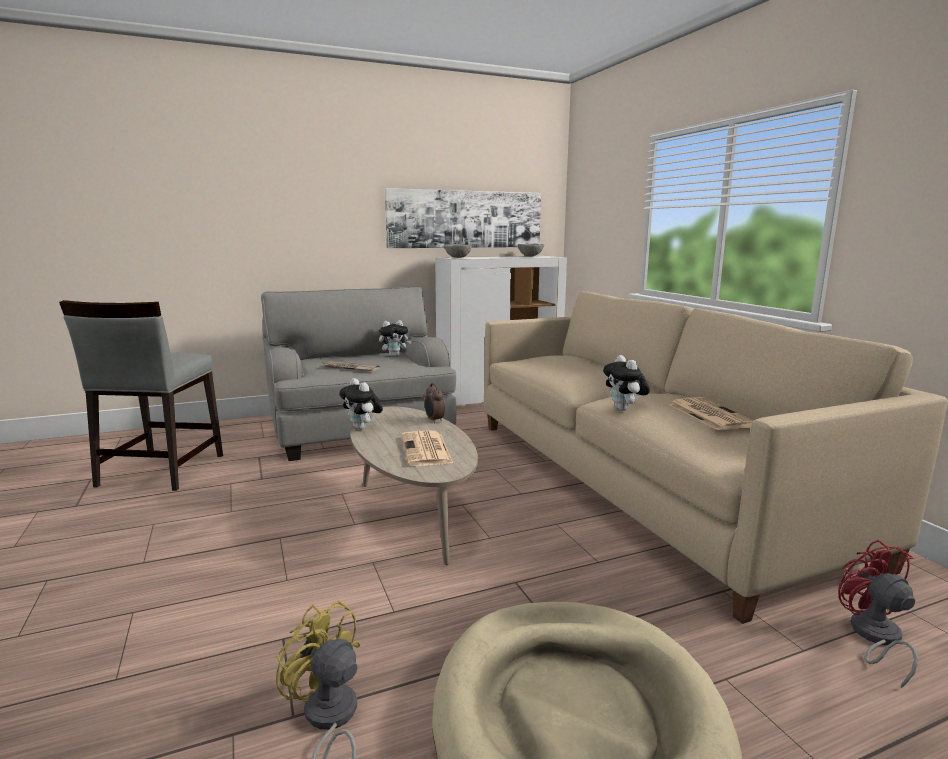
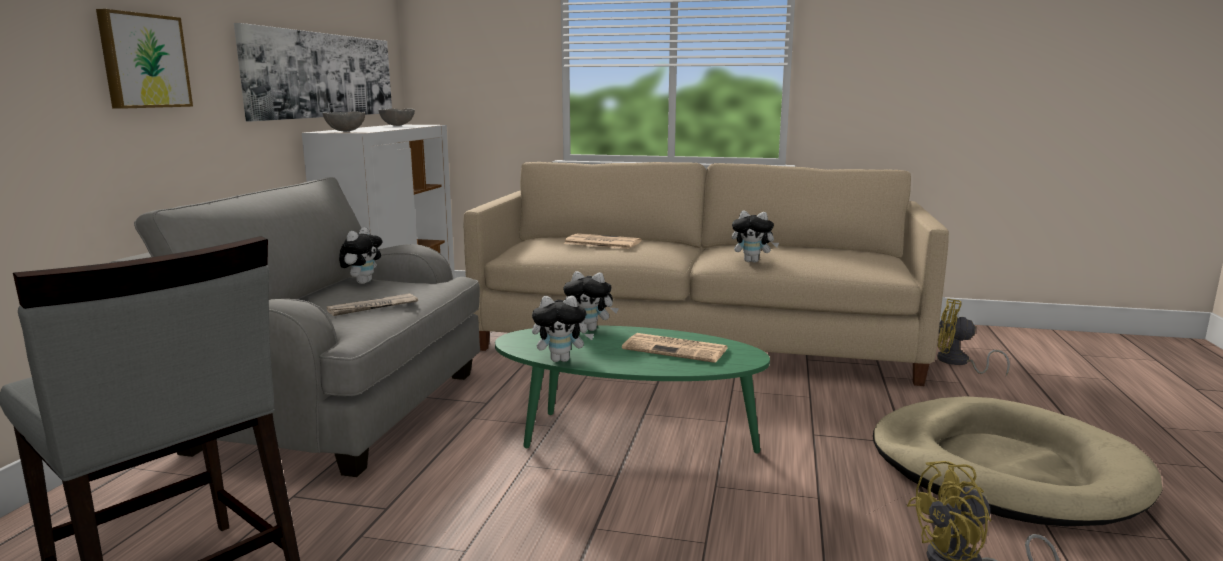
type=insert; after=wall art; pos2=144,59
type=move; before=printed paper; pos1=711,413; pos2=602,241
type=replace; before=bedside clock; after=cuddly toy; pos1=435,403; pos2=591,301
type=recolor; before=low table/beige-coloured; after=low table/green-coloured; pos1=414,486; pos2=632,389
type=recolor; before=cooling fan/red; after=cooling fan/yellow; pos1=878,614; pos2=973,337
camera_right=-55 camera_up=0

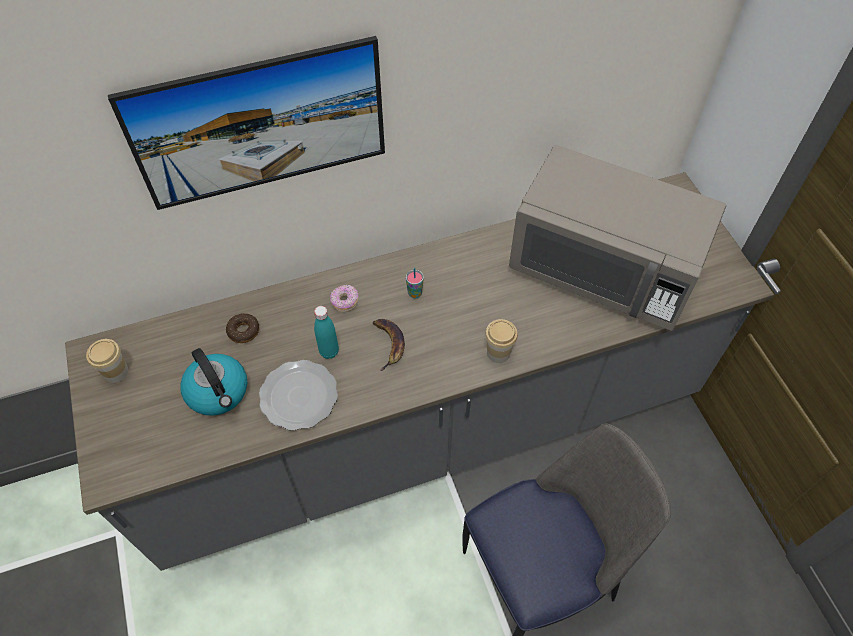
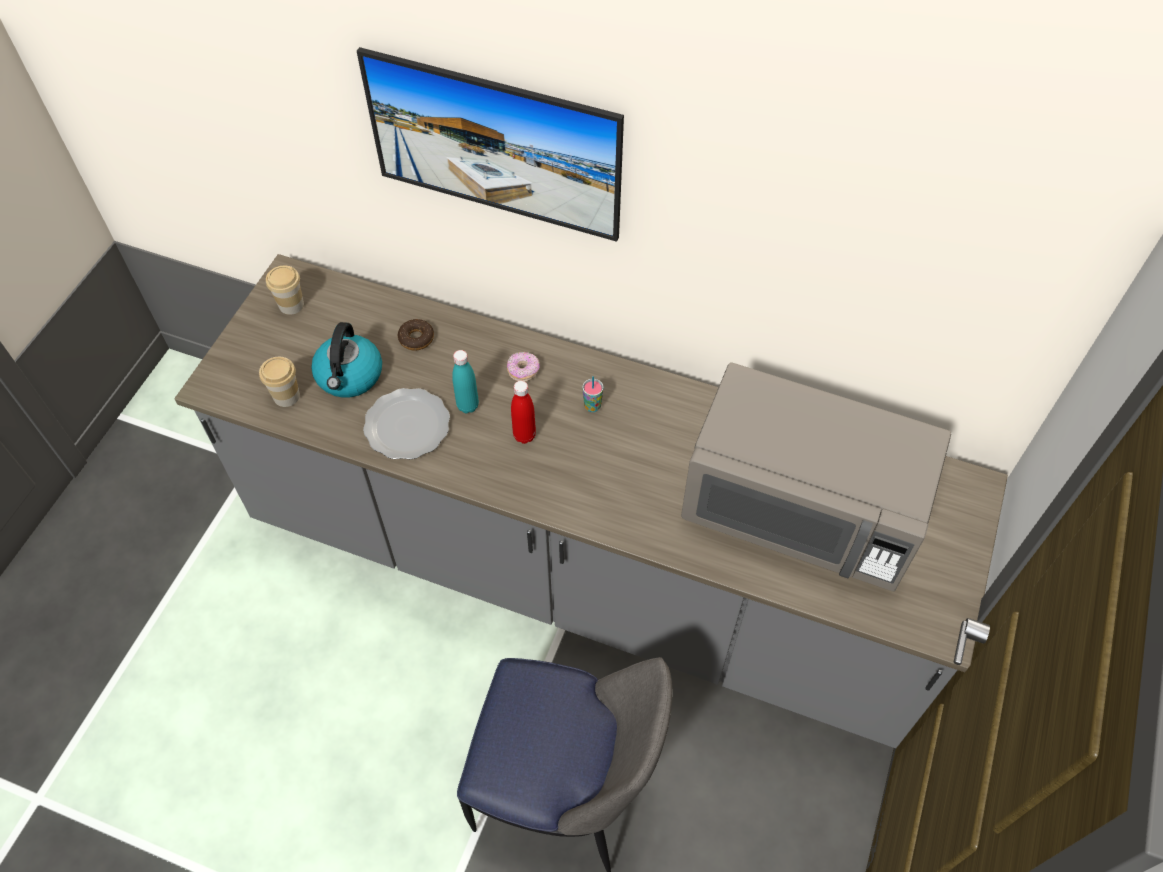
type=move; before=small cup; pos1=501,341; pos2=279,382
type=replace; before=banana fruit; after=drink bottle/red; pos1=389,345; pos2=523,412
type=rotate; before=microwave/gray; pos1=617,238; pos2=816,477; turn=-45
camera_right=40 camera_up=0

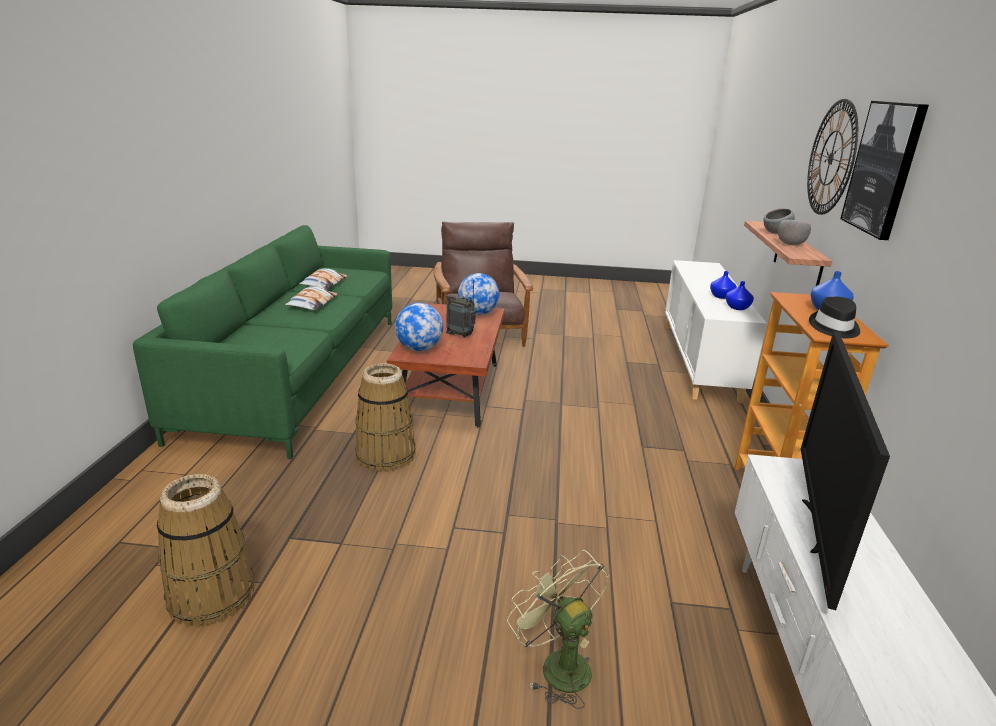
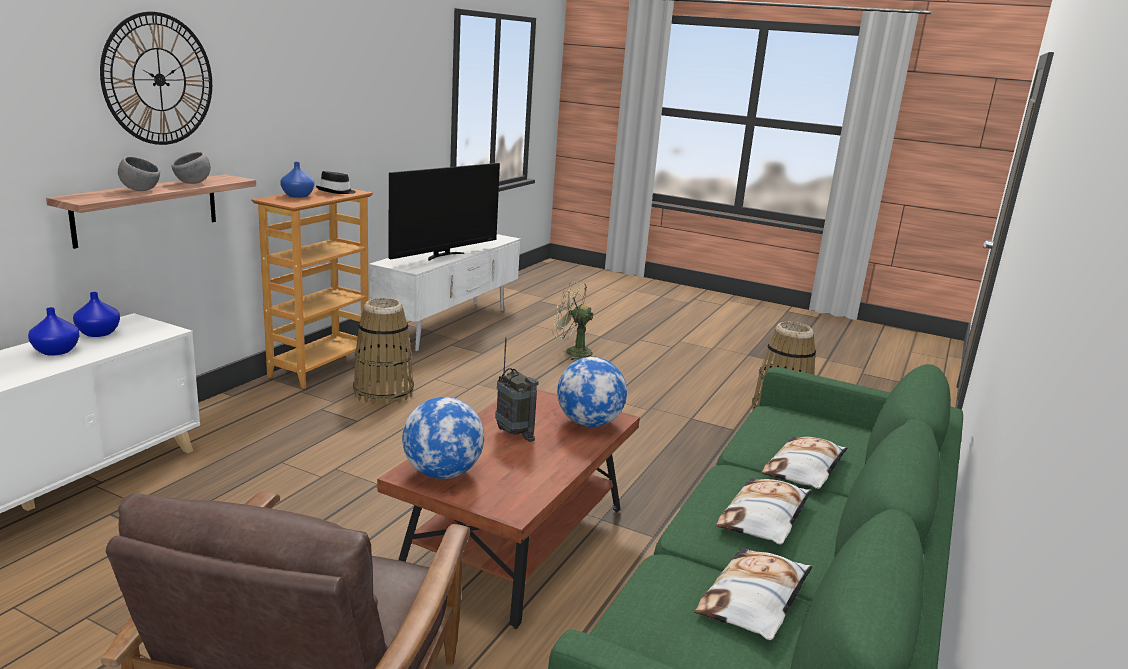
type=delete; before=wall art; pos1=884,170
type=insert; after=throw pillow; pos2=804,463
type=move; before=basket; pos1=385,417; pos2=383,351
type=rotate; before=cooling fan/green-coloured; pos1=558,629; pos2=573,320; turn=120
camera_right=-160 camera_up=-5

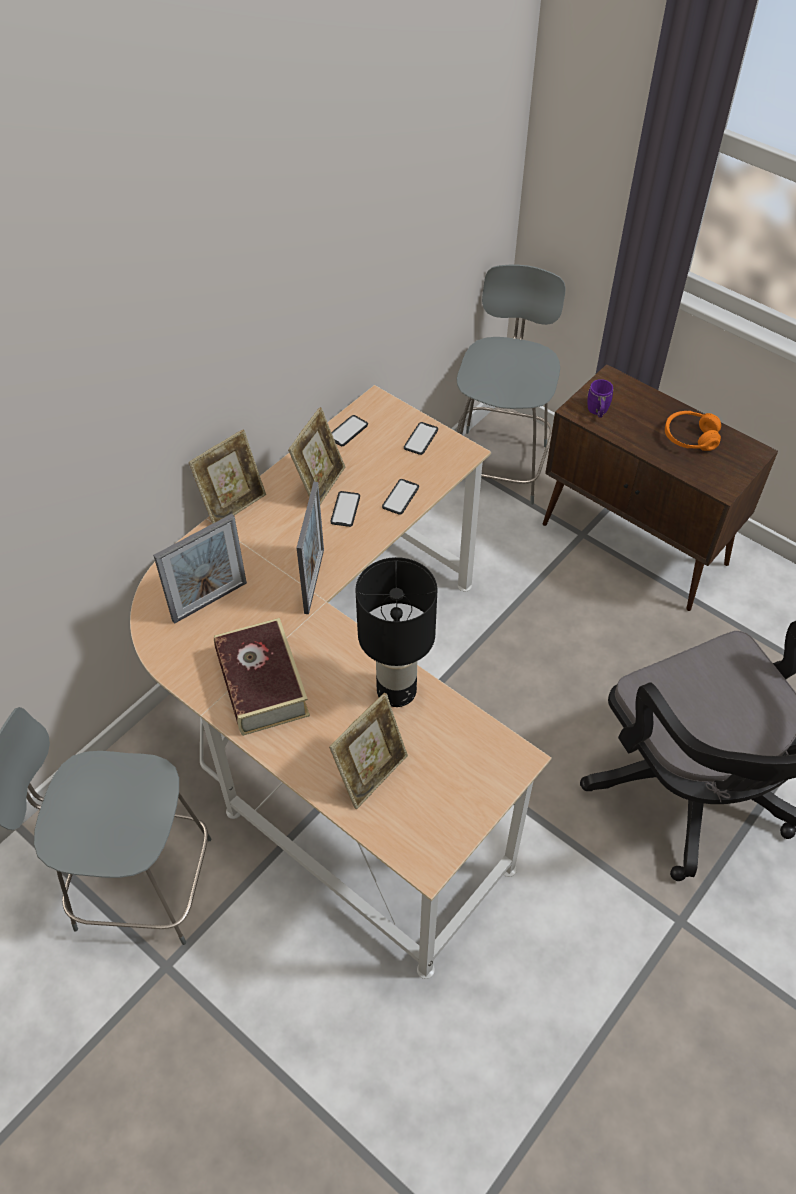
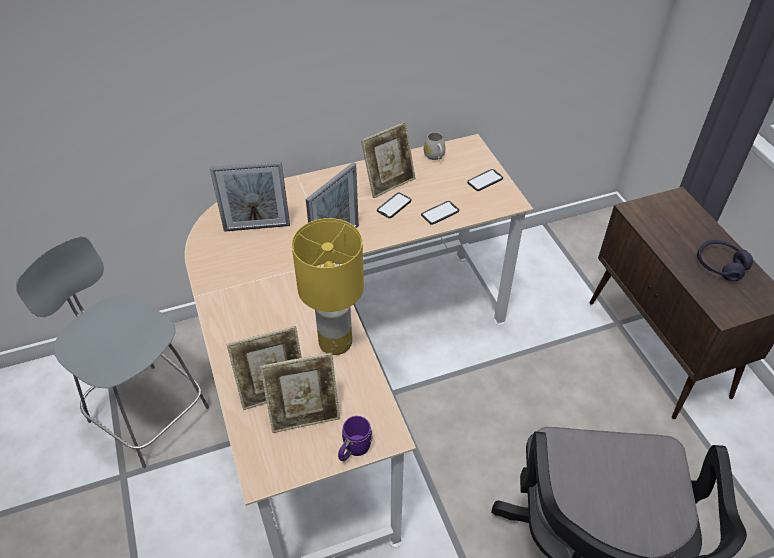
type=delete; before=volume; pos1=262,677
type=delete; before=plain chair/gray; pos1=511,385
type=move; before=picture frame; pos1=227,476; pos2=300,393
type=move; before=tea mug/purple-coloured; pos1=600,398; pos2=355,439
type=replace; before=telephone; after=tea mug/white; pos1=349,430; pos2=434,146
type=recolor; before=table lamp/blackish; after=table lamp/yellow; pos1=396,632; pos2=328,286
type=recolor; before=headphones/orangey; after=headphones/purple-coloured; pos1=693,431; pos2=725,260
camera_right=30 camera_up=-5

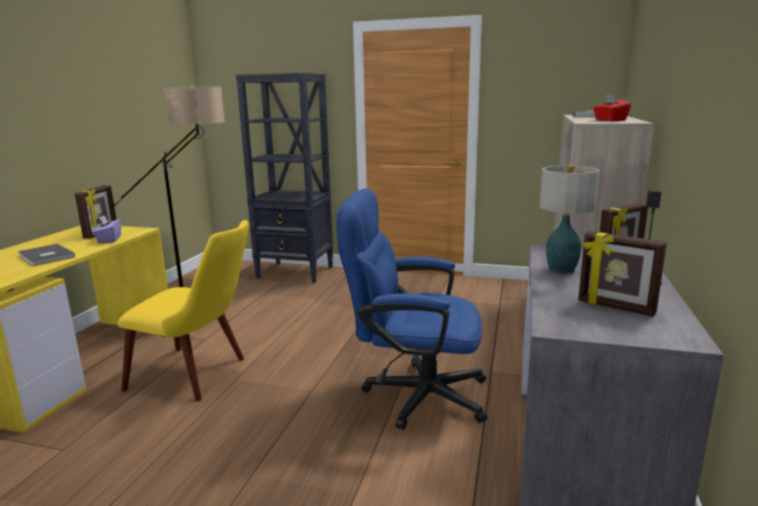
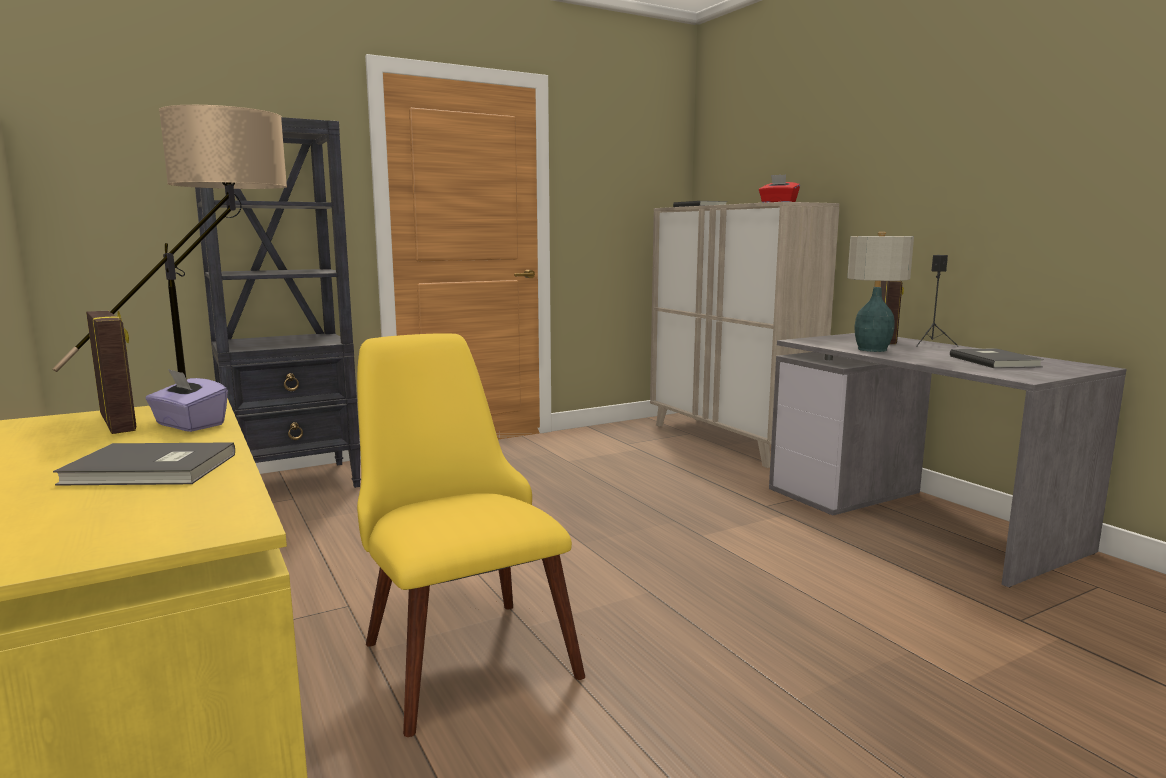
type=delete; before=office chair/blue; pos1=411,309
type=replace; before=picture frame; after=volume/gray; pos1=622,273; pos2=997,358
type=rotate; before=plain chair/yellow; pos1=183,310; pos2=471,535; turn=-90
camera_right=-45 camera_up=-5

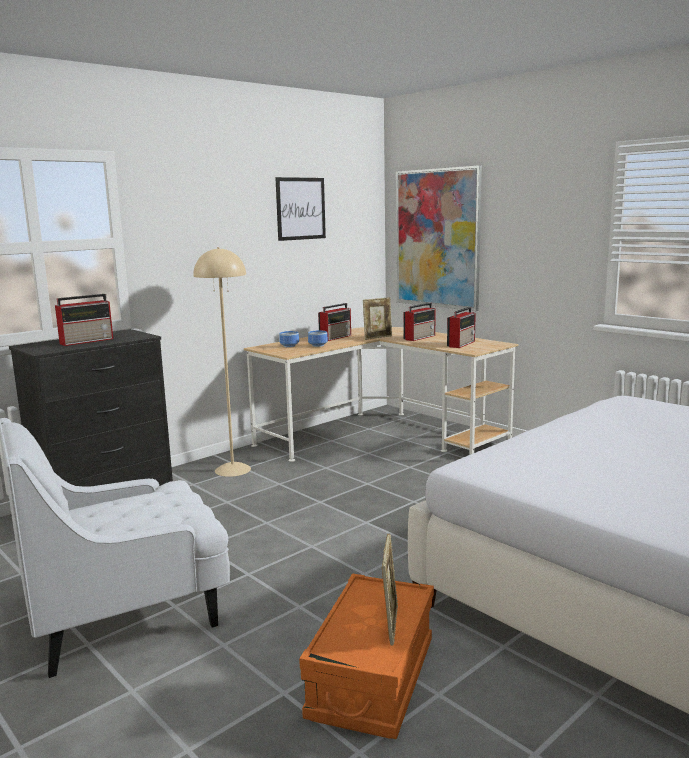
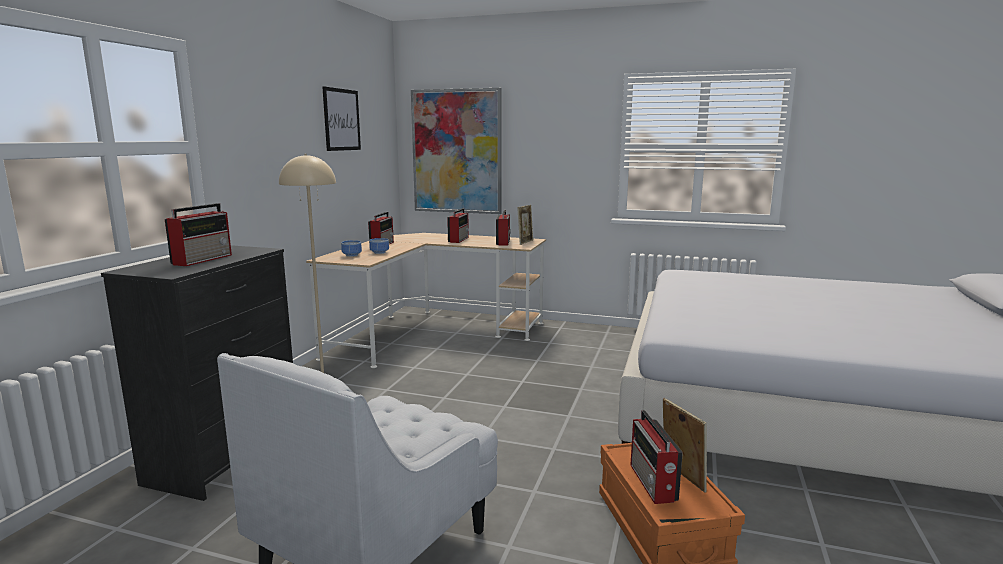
type=insert; after=radio receiver; pos2=656,457
type=move; before=picture frame; pos1=377,318; pos2=525,225
camera_right=-30 camera_up=0

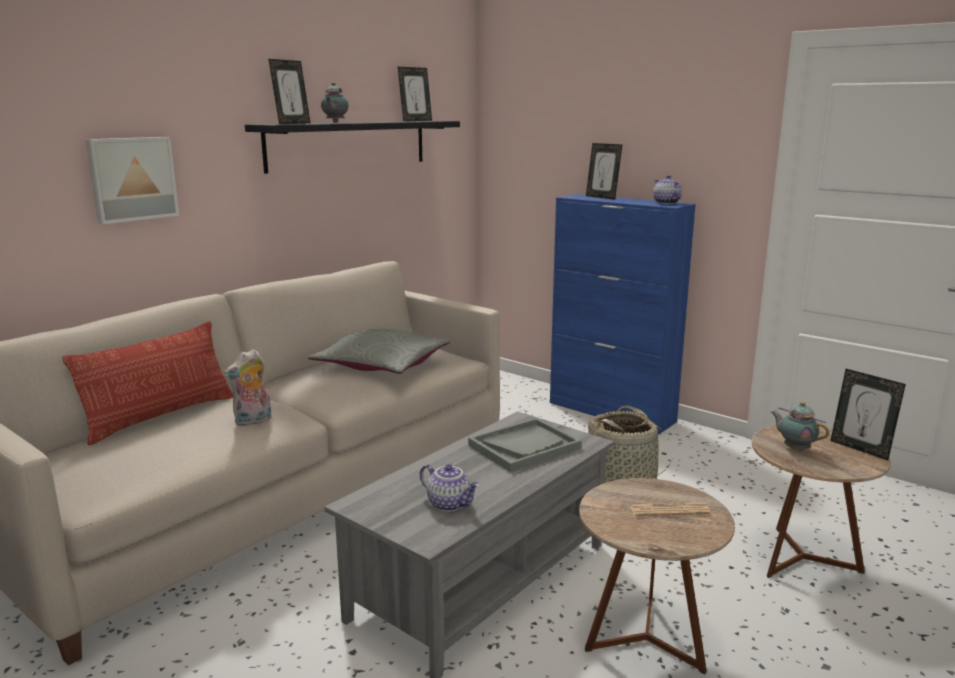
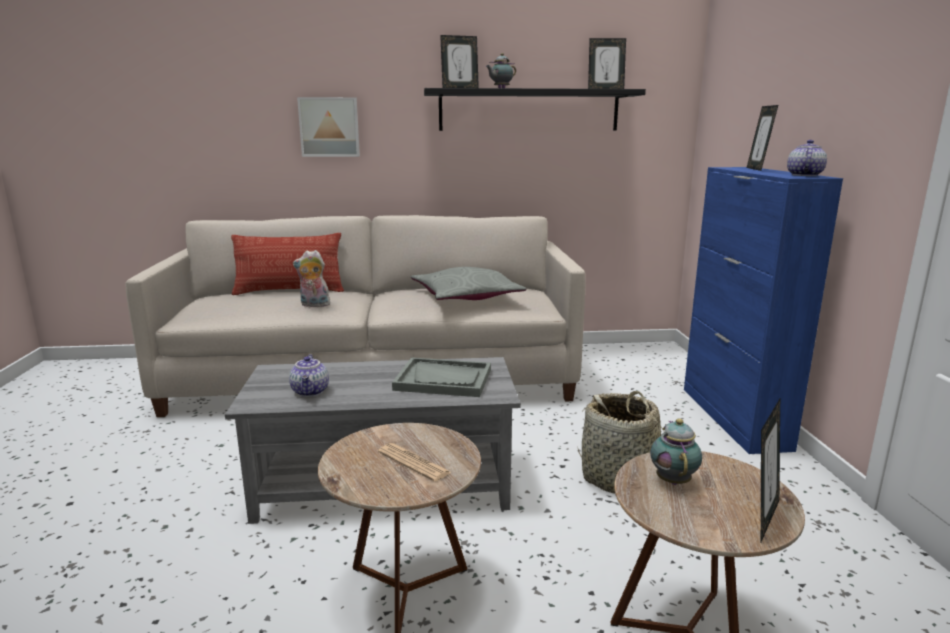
type=rotate; before=picture frame; pos1=868,414; pos2=770,470; turn=-150
camera_right=45 camera_up=0

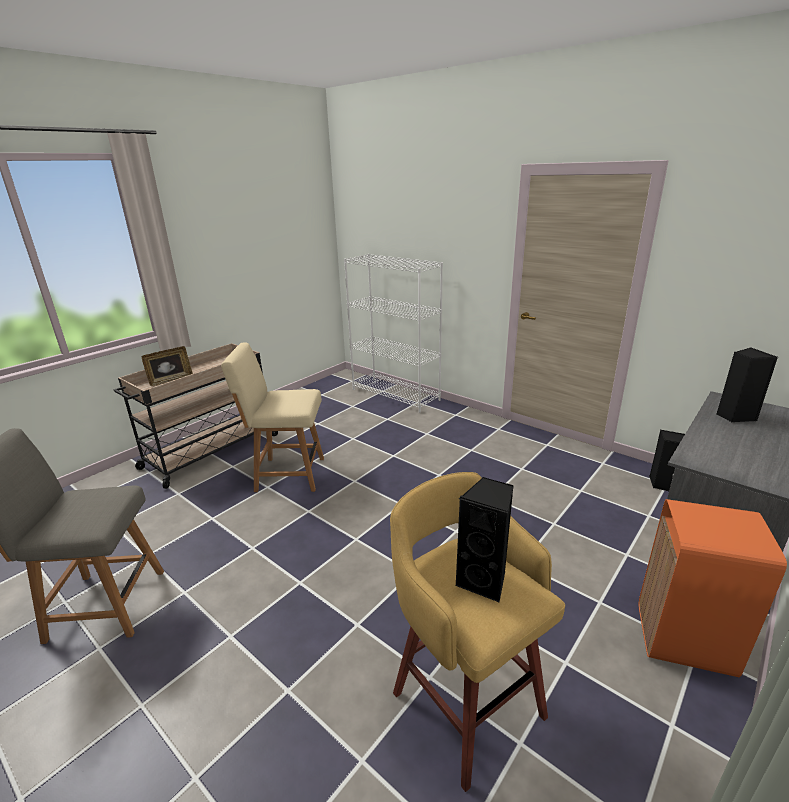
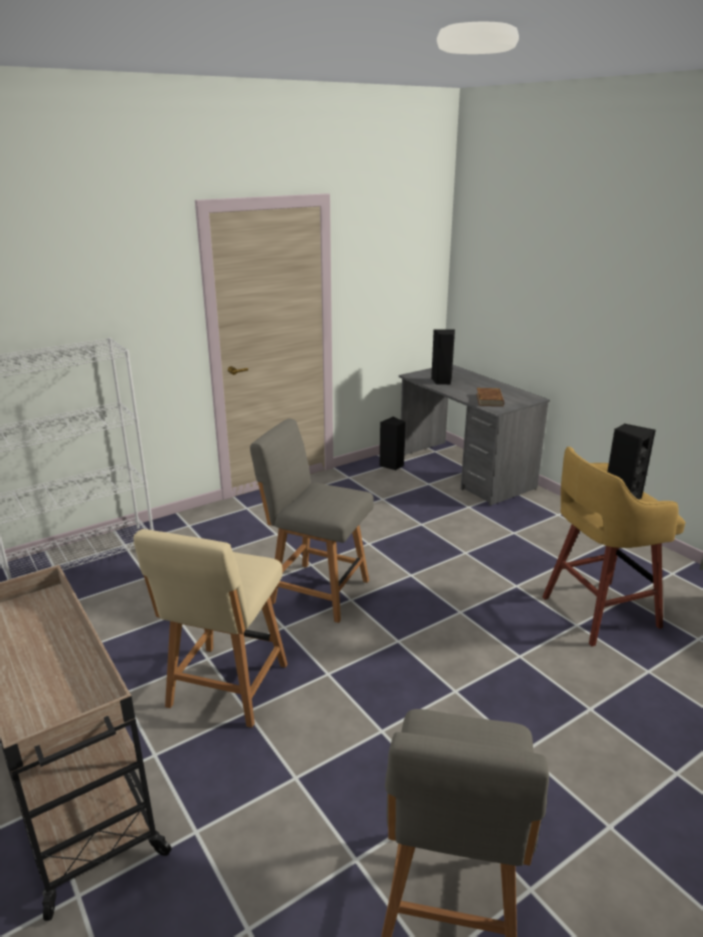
type=delete; before=picture frame; pos1=167,366
type=delete; before=trash can/orangey; pos1=713,588
type=insert; after=plain chair/gray; pos2=312,520
type=insert; after=volume/brownish; pos2=490,397
camera_right=-75 camera_up=0

